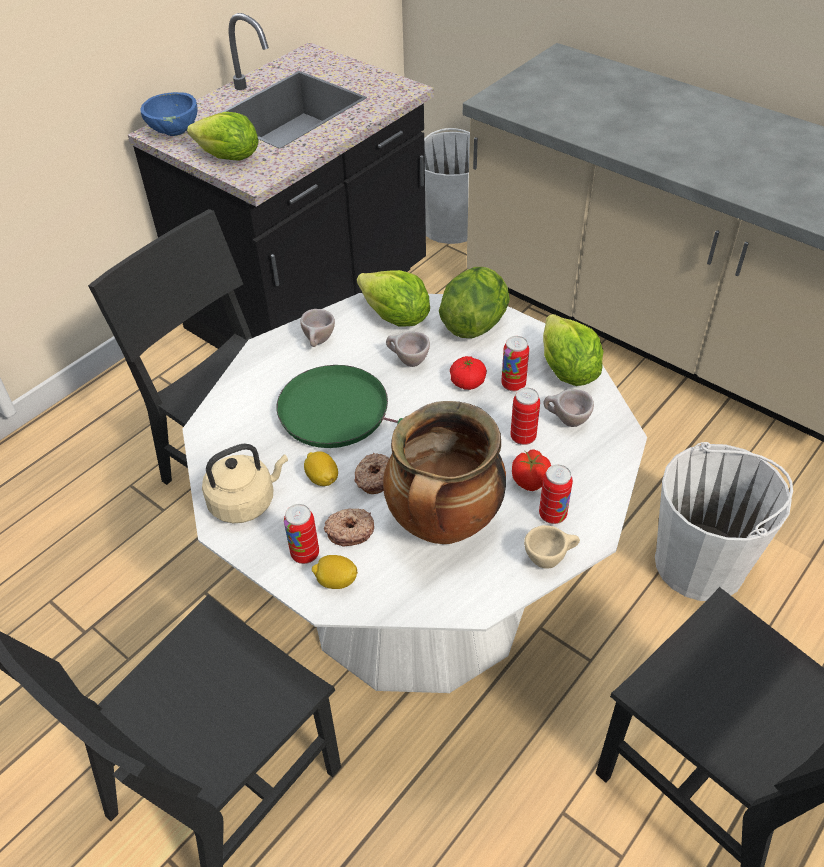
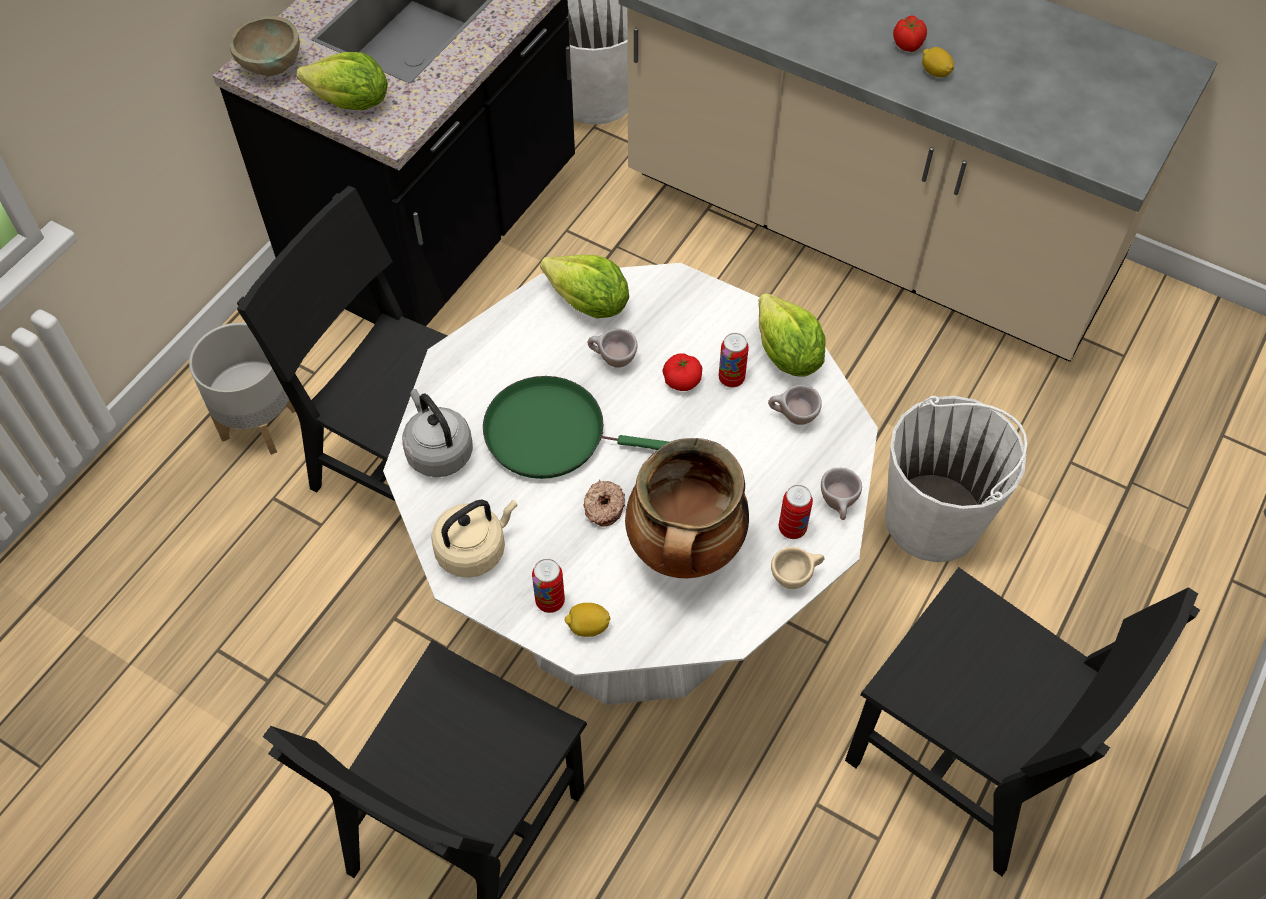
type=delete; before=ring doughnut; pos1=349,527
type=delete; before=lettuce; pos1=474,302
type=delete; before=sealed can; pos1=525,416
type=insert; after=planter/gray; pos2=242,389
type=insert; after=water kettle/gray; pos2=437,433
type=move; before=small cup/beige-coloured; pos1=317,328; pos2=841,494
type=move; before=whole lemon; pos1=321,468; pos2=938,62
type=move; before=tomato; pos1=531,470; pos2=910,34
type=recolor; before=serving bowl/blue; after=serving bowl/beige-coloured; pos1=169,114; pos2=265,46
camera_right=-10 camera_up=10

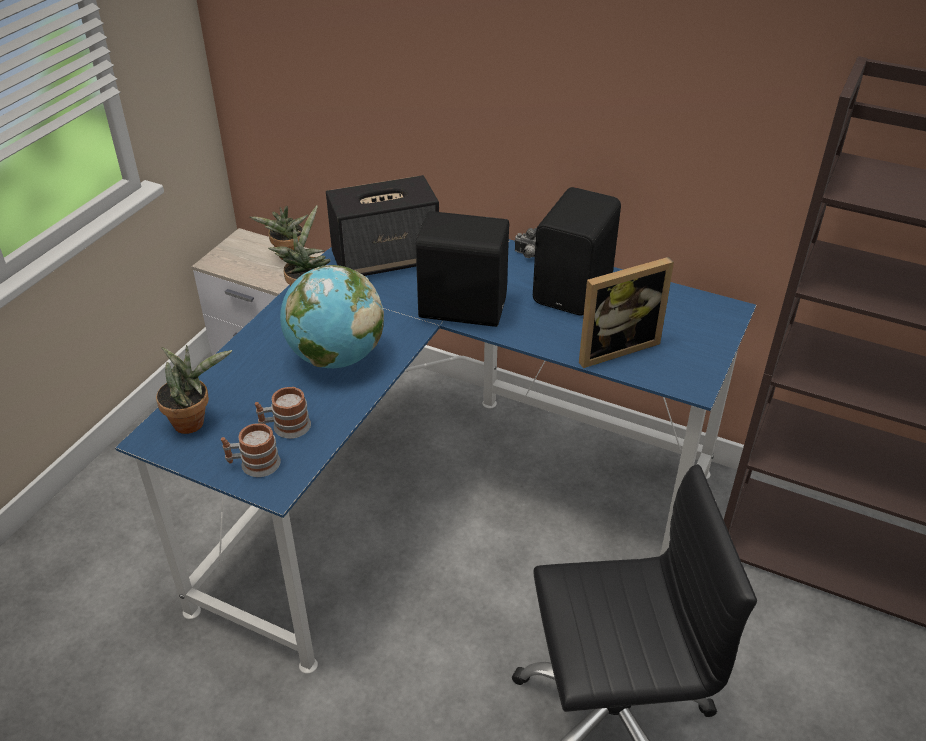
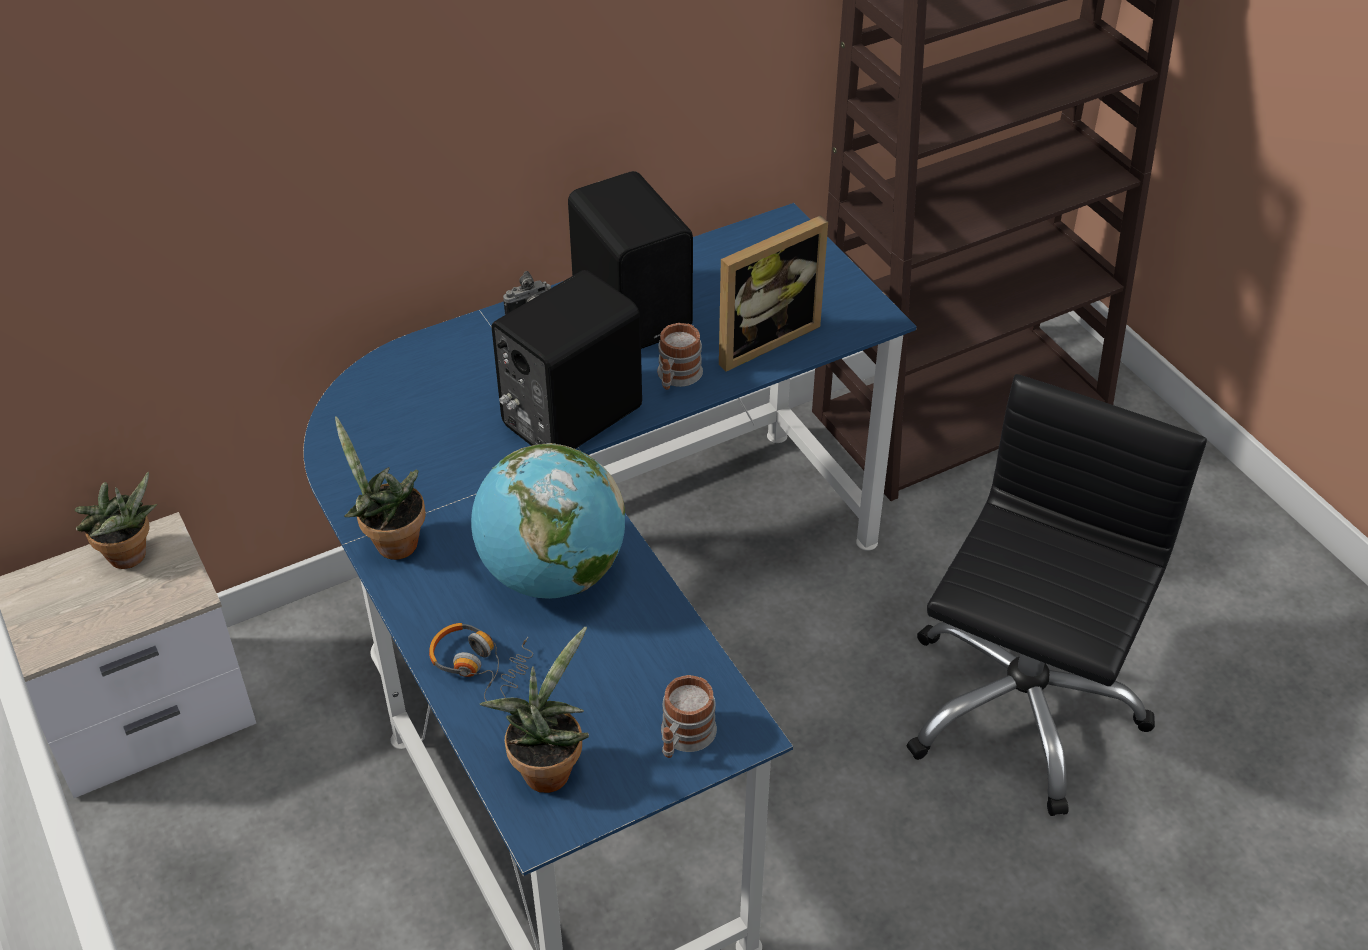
type=delete; before=speaker; pos1=382,225
type=insert; after=headphones; pos2=481,662
type=move; before=tea mug; pos1=283,413; pos2=680,356
type=rotate; before=picture frame; pos1=626,312; pos2=773,293; turn=45
camera_right=-55 camera_up=5

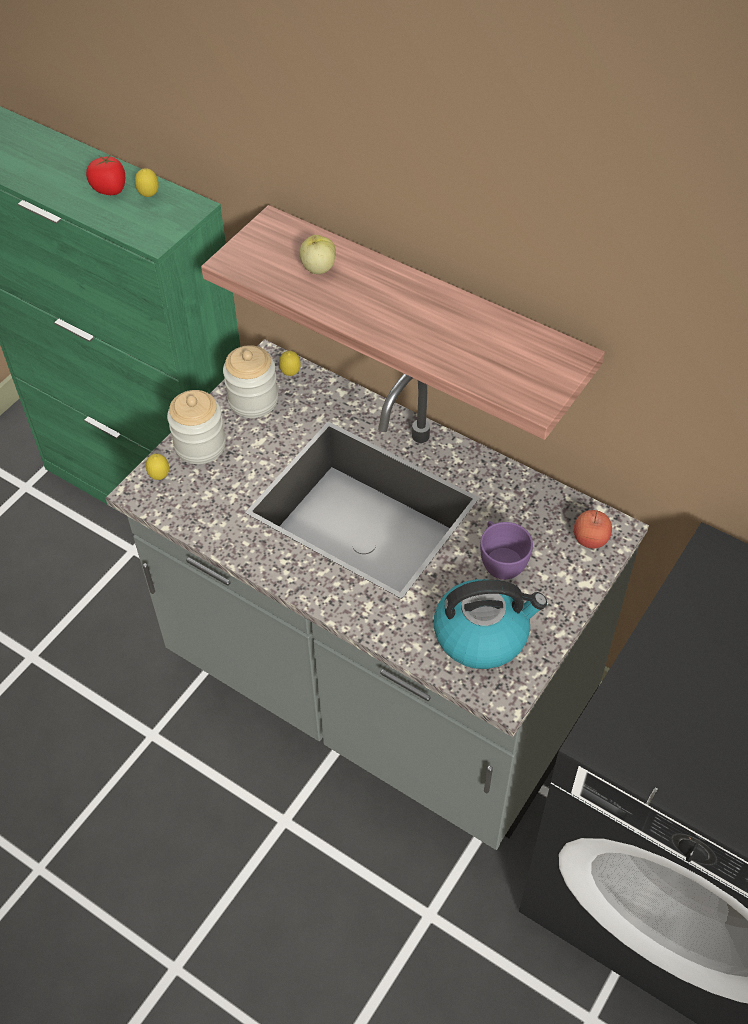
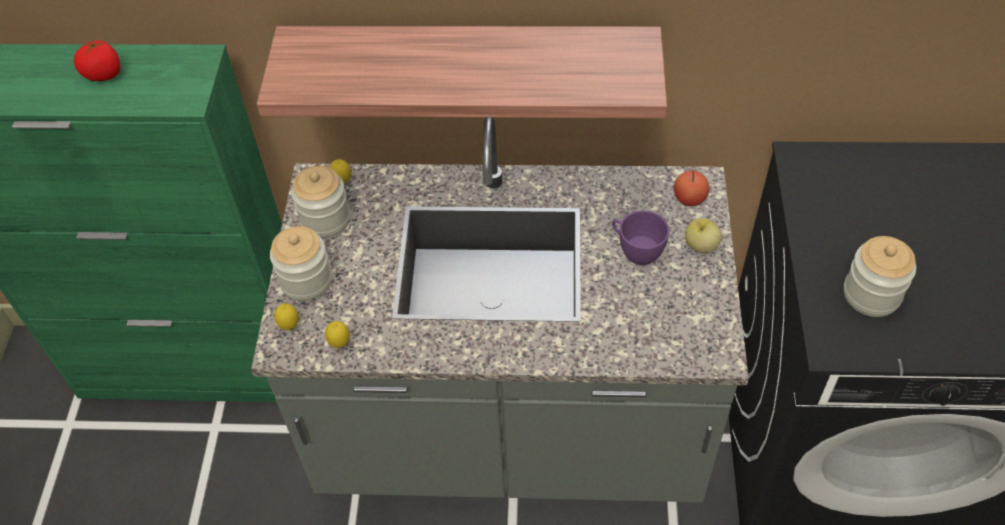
type=delete; before=water kettle; pos1=490,624
type=insert; after=jar; pos2=880,276
type=move; before=whole lemon; pos1=147,182; pos2=337,334
type=move; before=apple; pos1=317,254; pos2=703,236
camera_right=-30 camera_up=0

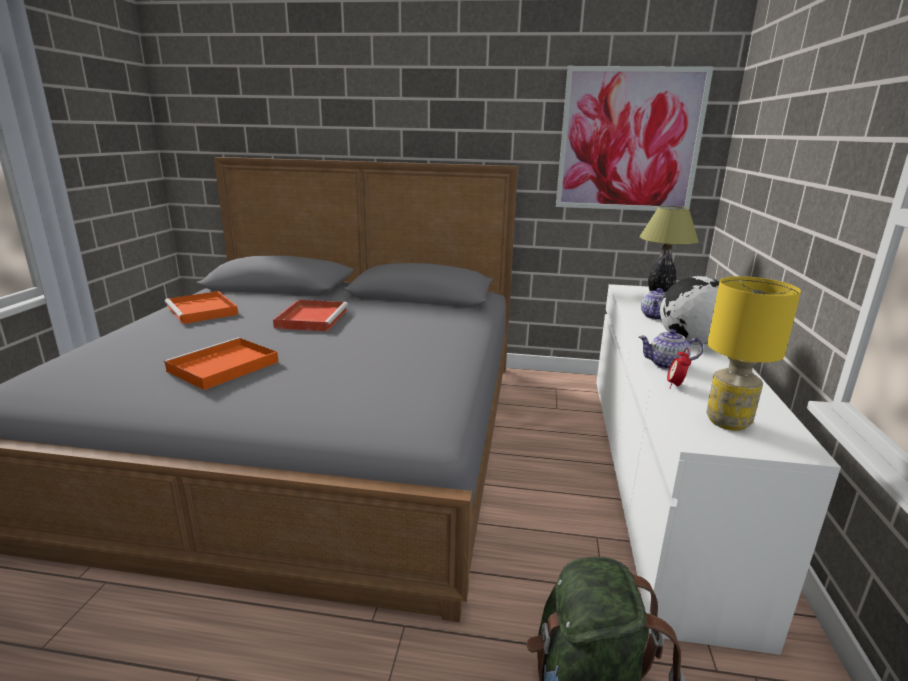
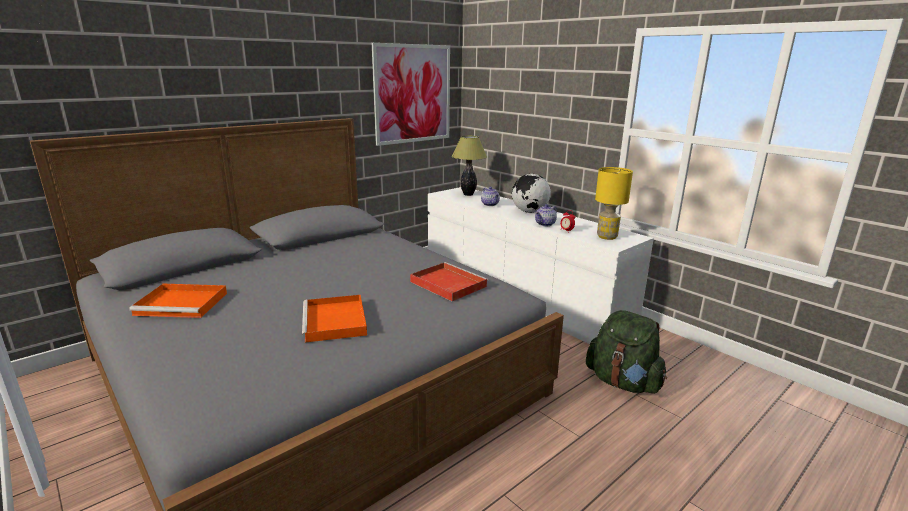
type=move; before=serving tray/red; pos1=310,315; pos2=449,281
camera_right=-50 camera_up=0

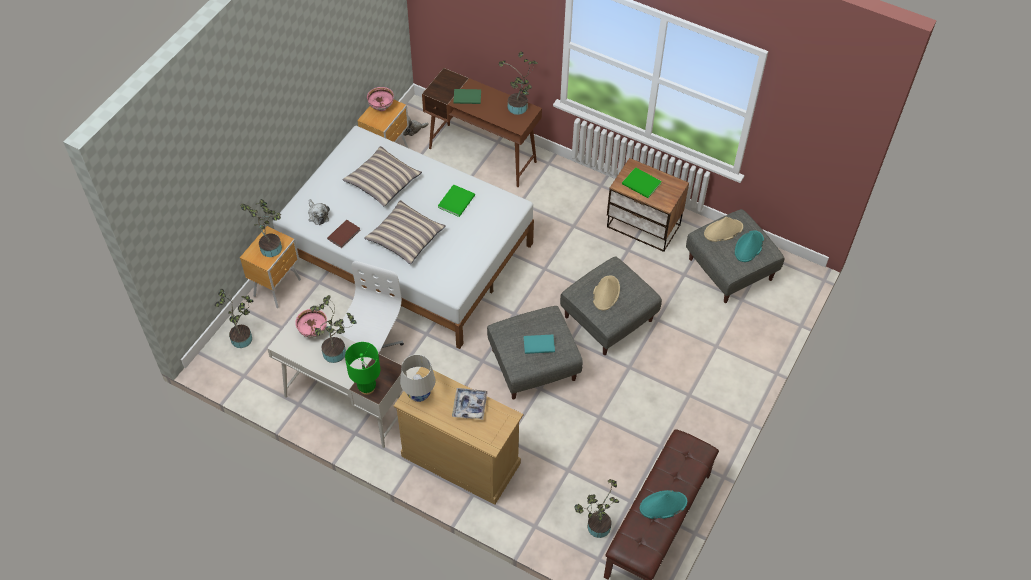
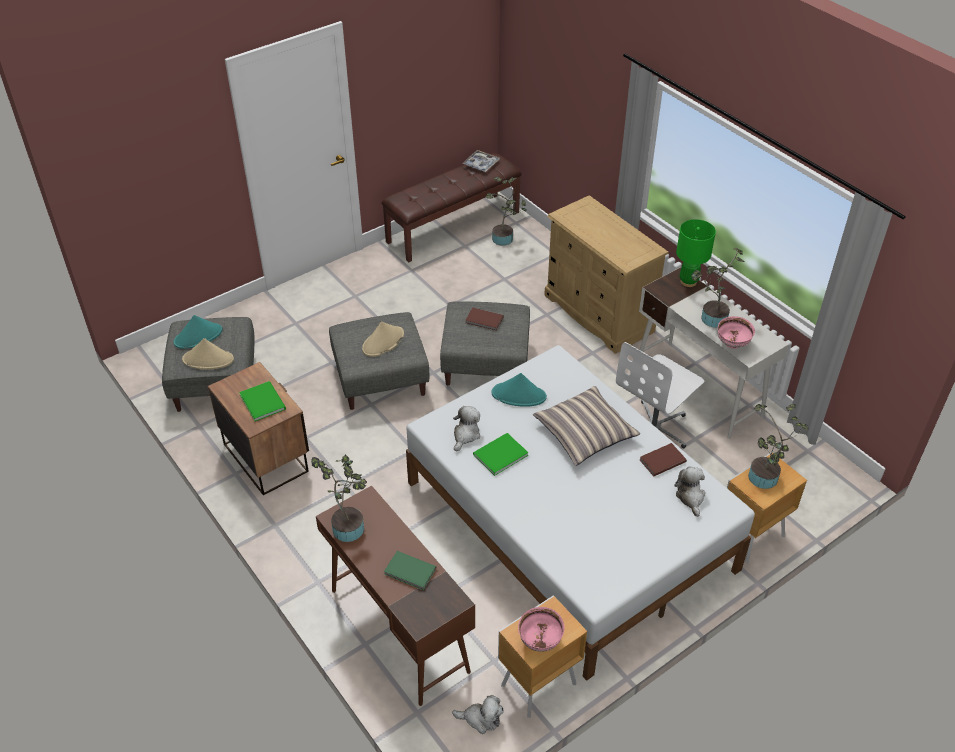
type=delete; before=plant in a pot; pos1=234,318
type=delete; before=throw pillow; pos1=382,176
type=delete; before=table lamp/white; pos1=417,378
type=insert; after=cuddly toy; pos2=466,428
type=move; before=serving tray; pos1=470,404; pos2=481,161
type=move; before=clothing hat/turquoise-coloured; pos1=663,504; pos2=519,390
type=recolor; before=volume/turquoise-coloured; after=volume/brownish; pos1=539,344; pos2=484,319
camera_right=-155 camera_up=-10

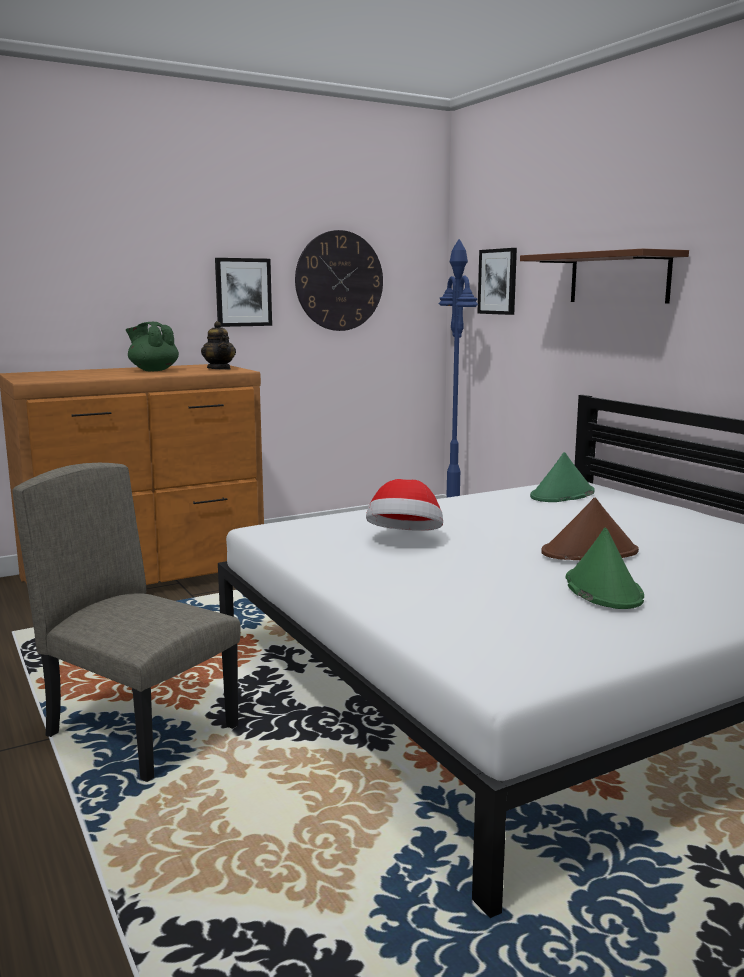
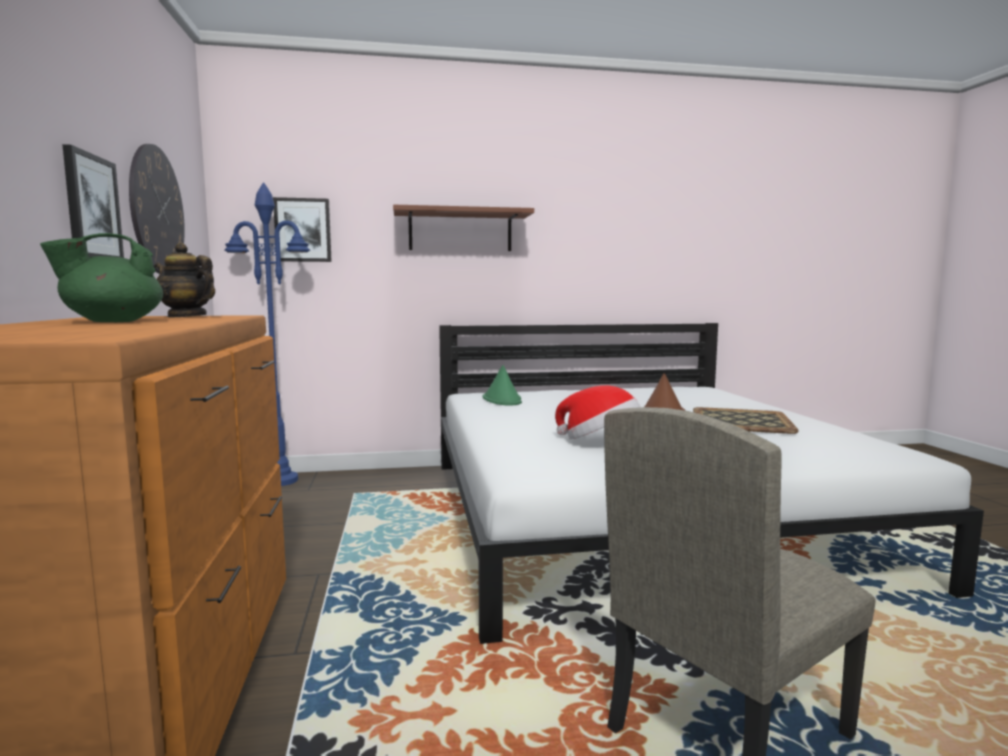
type=replace; before=clothing hat/green-coloured; after=serving tray; pos1=605,568; pos2=746,420
type=rotate; before=pot for tea; pos1=218,345; pos2=185,280; turn=-150
camera_right=-70 camera_up=-5

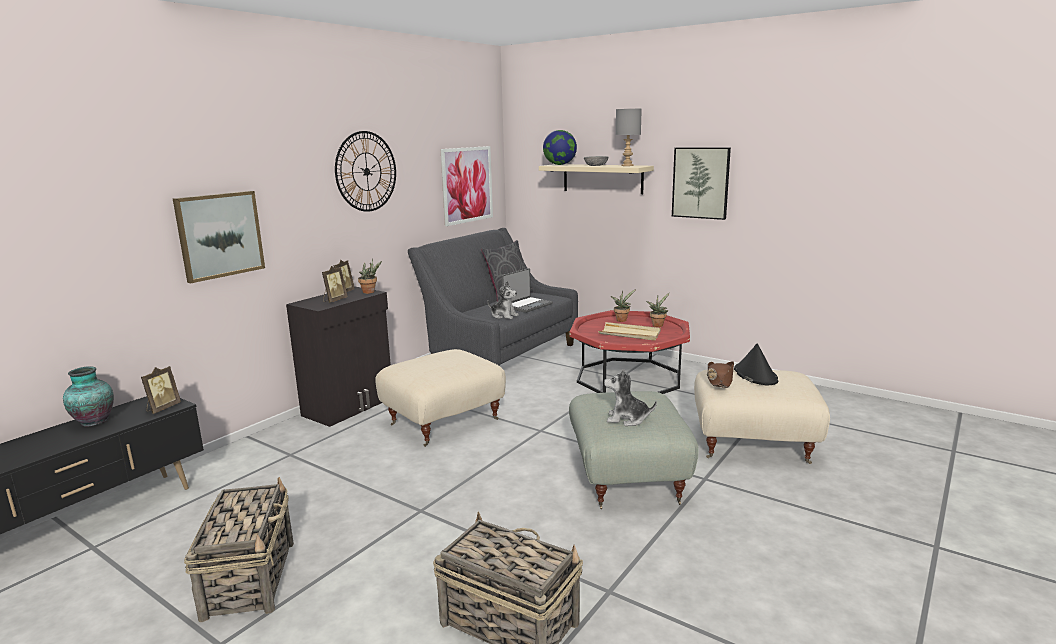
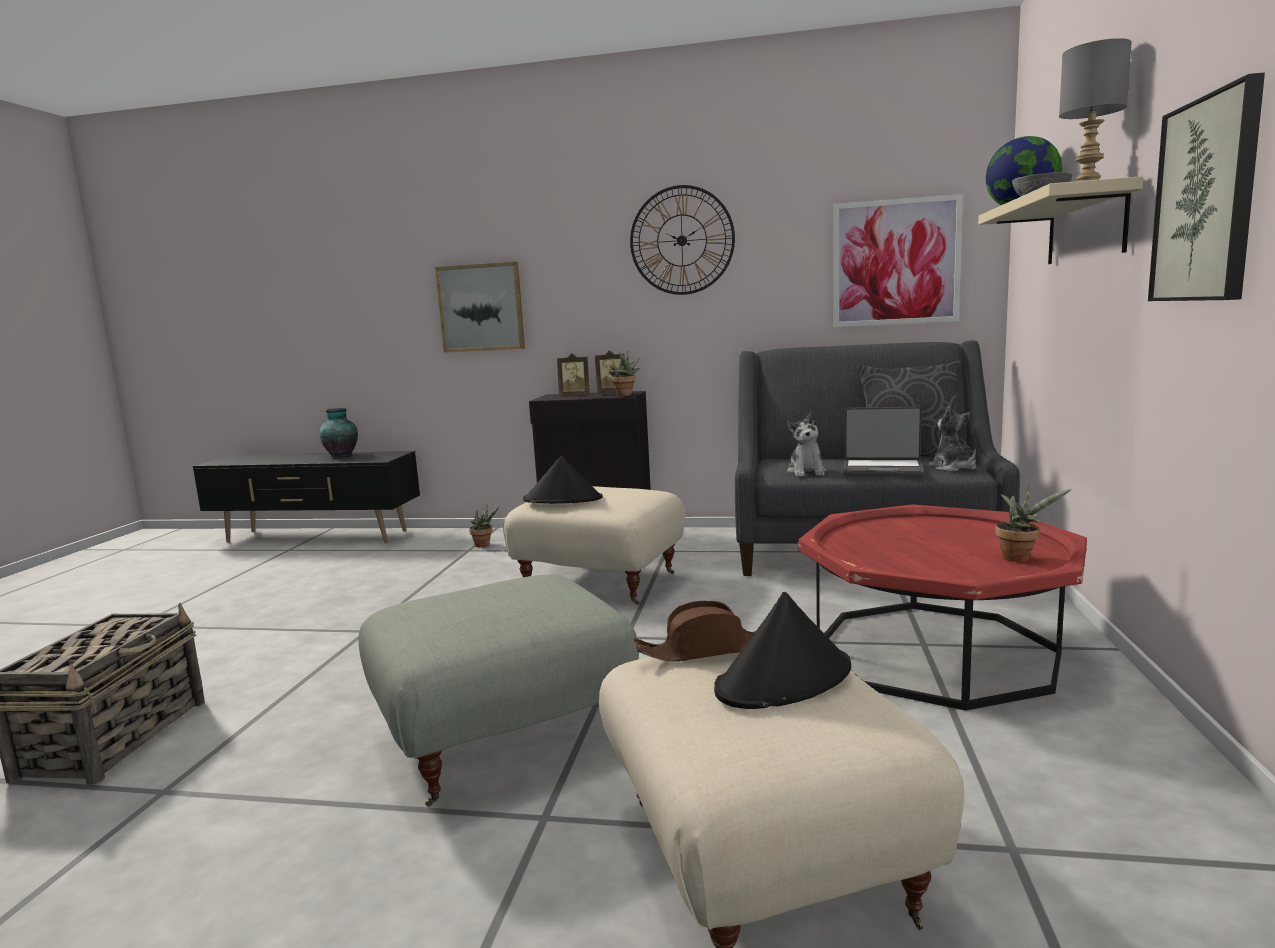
type=delete; before=picture frame; pos1=161,390
type=delete; before=basket; pos1=239,549
type=delete; before=serving tray/beige-coloured; pos1=629,331
type=insert; after=clothing hat/blackish; pos2=563,480
type=move; before=cuddly toy; pos1=630,397; pos2=952,439
type=move; before=plant in a pot; pos1=623,305; pos2=484,525
camera_right=65 camera_up=-5

